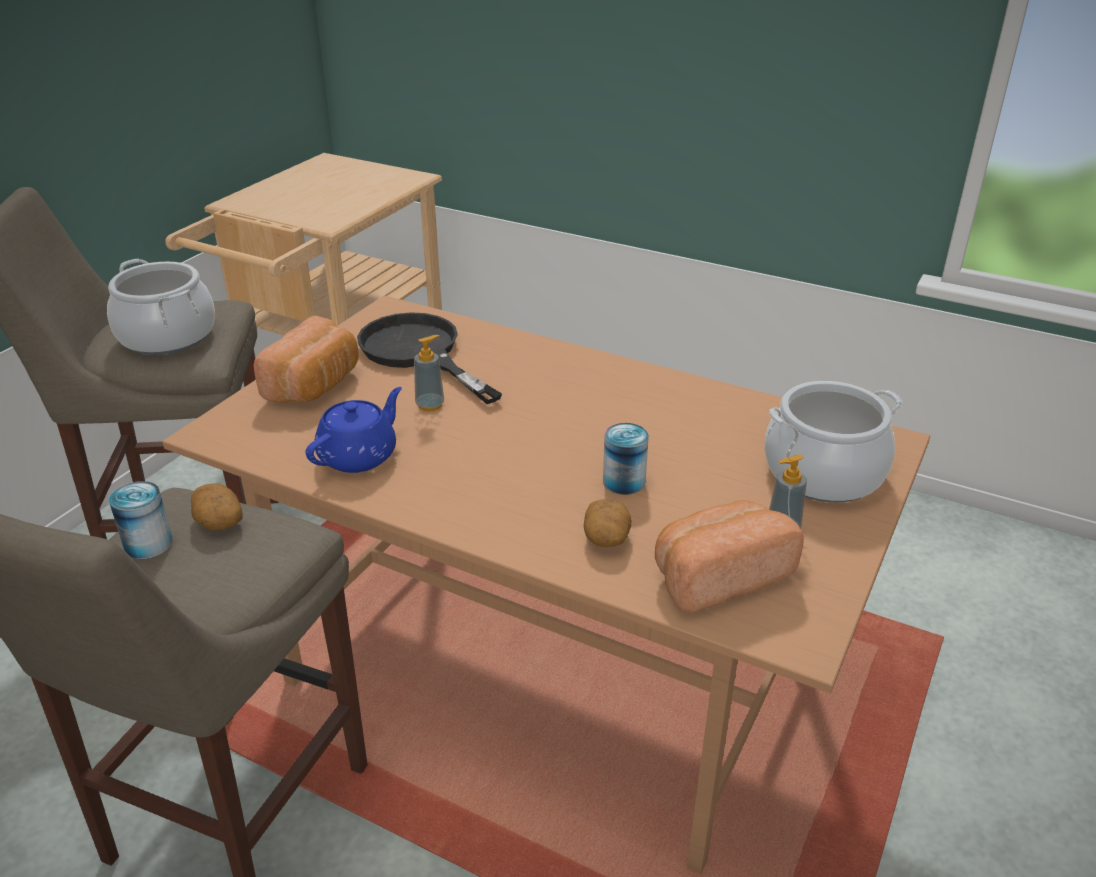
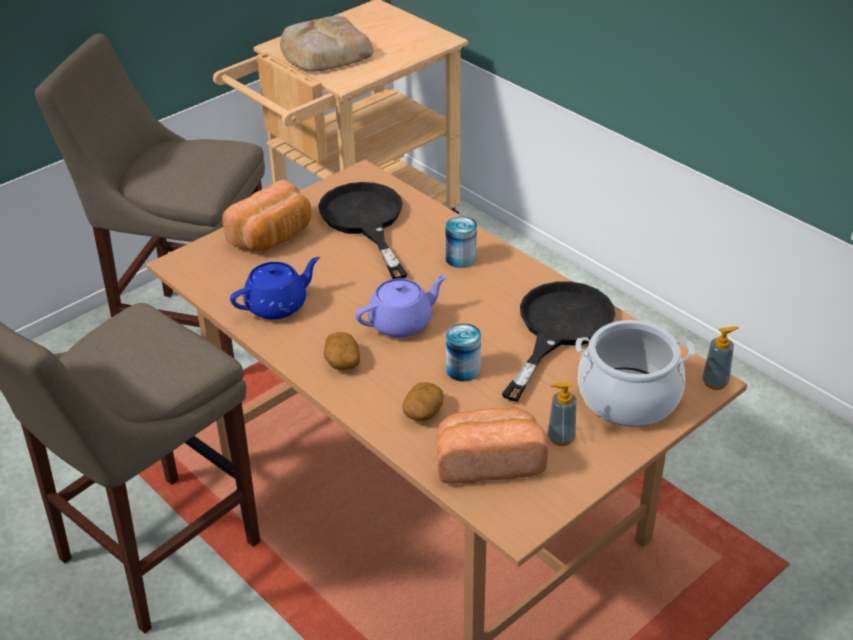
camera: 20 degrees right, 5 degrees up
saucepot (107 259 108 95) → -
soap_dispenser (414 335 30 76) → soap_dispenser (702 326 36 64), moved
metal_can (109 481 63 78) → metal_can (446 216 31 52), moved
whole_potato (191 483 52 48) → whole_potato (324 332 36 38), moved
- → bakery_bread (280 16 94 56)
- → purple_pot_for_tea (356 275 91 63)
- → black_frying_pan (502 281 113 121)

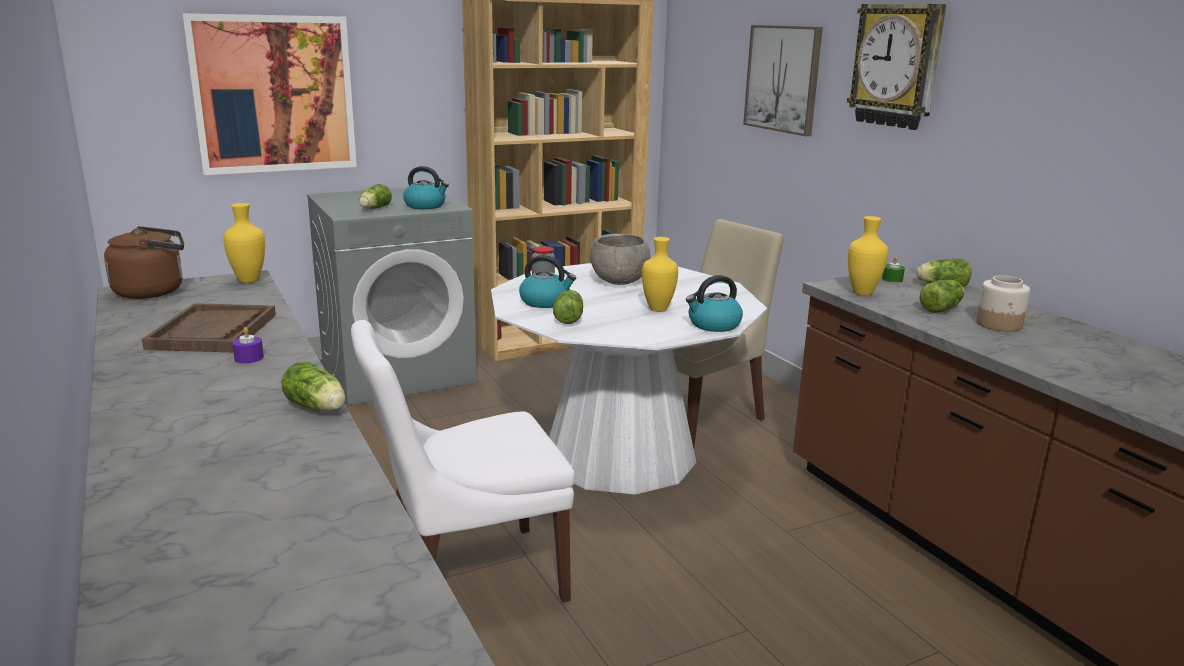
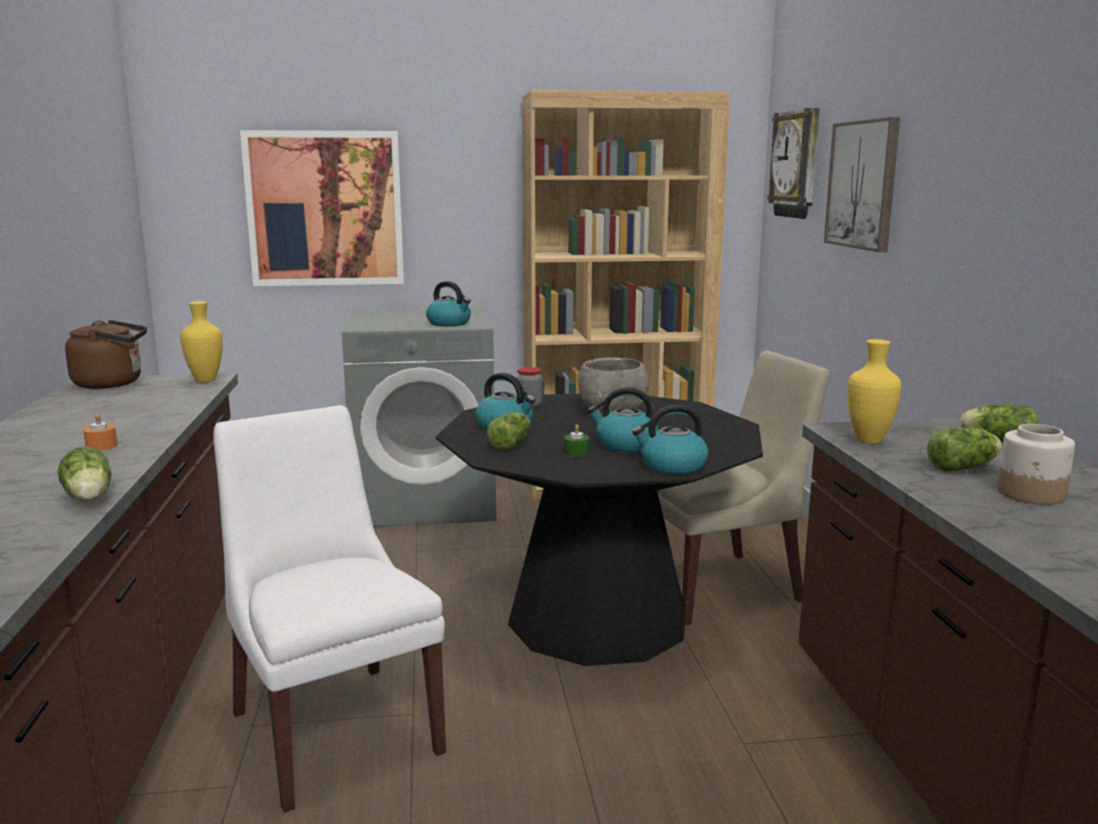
camera: 20 degrees right, 5 degrees down
wall_clock (847 4 99 126) → wall_clock (767 108 53 111), moved
lettuce (359 184 33 25) → -
yellow_flower_vase (642 237 36 75) → tea_kettle (587 387 71 65)
green-coloured_candle (882 256 23 27) → green-coloured_candle (564 424 25 33), moved
white_kitchen_table (491 263 276 232) → black_kitchen_table (436 393 327 273)
brownish_carrying_tray (142 303 134 49) → -
white_upright_chair (351 320 224 283) → white_upright_chair (213 405 233 408), 60 degrees clockwise
purple_candle (232 327 32 36) → orange_candle (83 413 34 38)

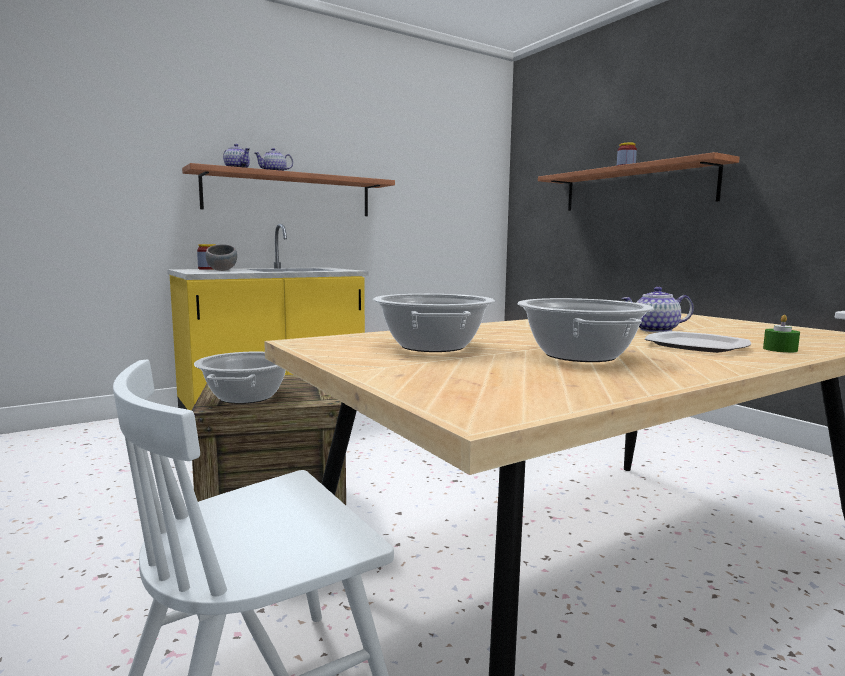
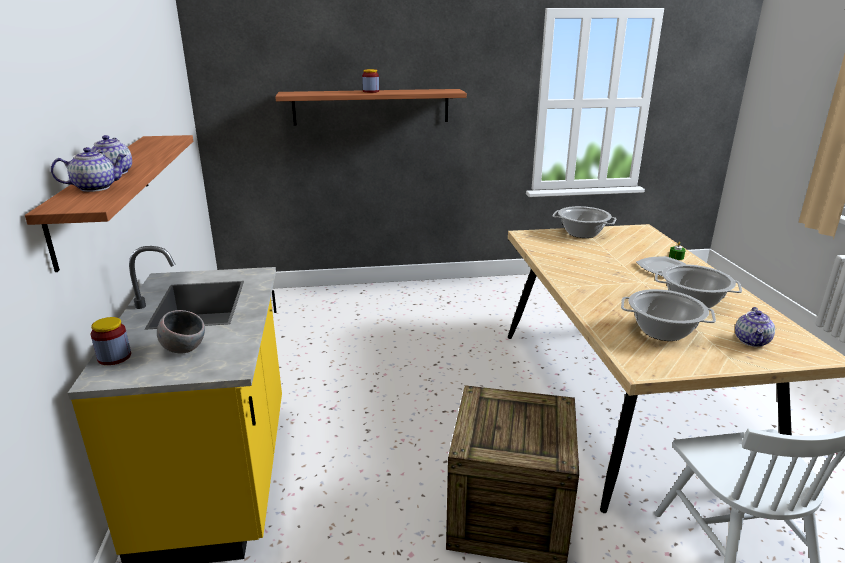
camera: 65 degrees left, 15 degrees up
pot_for_tea (621 287 73 45) → pot_for_tea (735 307 40 40), moved
saucepot (194 351 92 53) → saucepot (553 206 63 32), moved

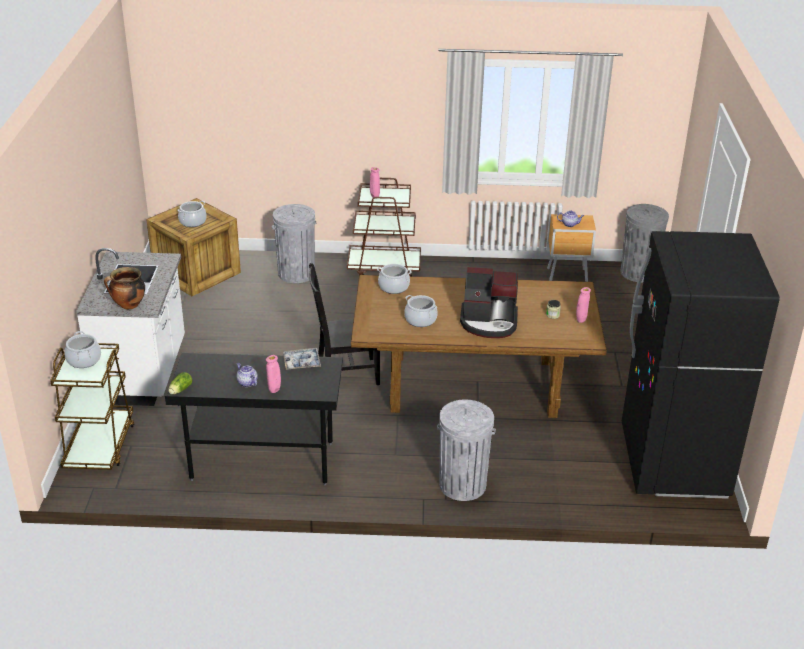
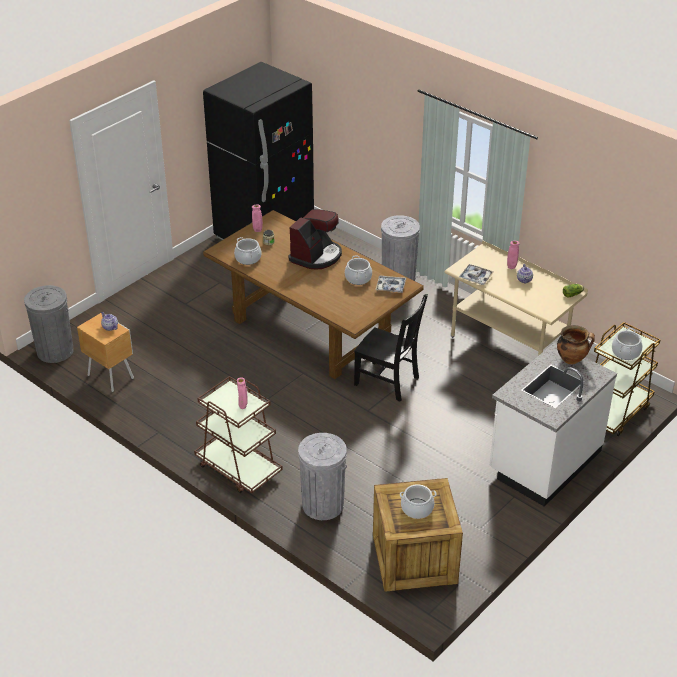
camera: 140 degrees left, 5 degrees up
saucepot (377 264 35 30) → saucepot (234 237 27 28), moved
coffee_machine (460 267 58 71) → coffee_machine (288 209 54 61), 75 degrees clockwise
black_desk_unit (165 352 178 134) → sand-coloured_desk_unit (444 240 144 116)
- → carrying_tray (375 276 31 17)

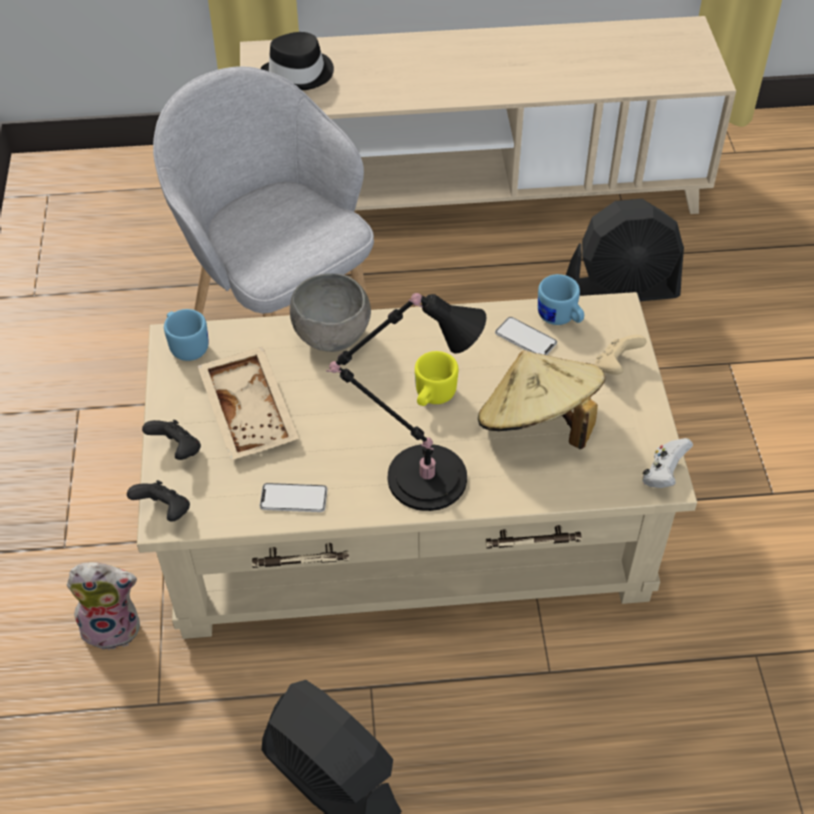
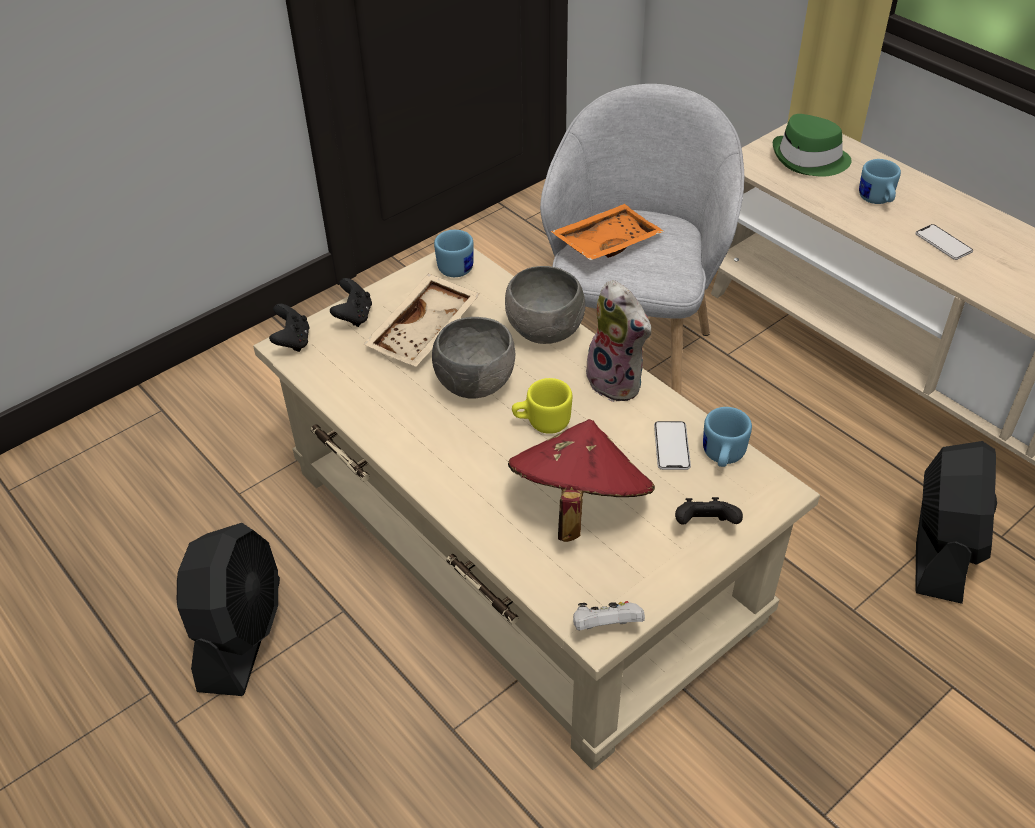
camera: 55 degrees right, 5 degrees down
black_clothing_hat (261 32 73 58) → green-coloured_clothing_hat (773 114 79 63)
black_cooling_fan (566 199 118 102) → black_cooling_fan (915 441 82 163), 120 degrees counterclockwise
black_tabletop_lamp (326 293 161 218) → -
sand-coloured_joypad (595 335 52 40) → black_joypad (675 497 68 28)
sand-coloured_clothing_hat (478 350 127 99) → reddish_clothing_hat (508 419 147 123)
handset (260 483 68 29) → handset (915 224 58 36), moved
cuddly_toy (67 562 73 88) → cuddly_toy (586 280 65 122), moved
- → blue-coloured_mug (859 159 42 45)
- → orange_carrying_tray (550 204 115 56)
- → grey_deep_dish (432 317 83 82)

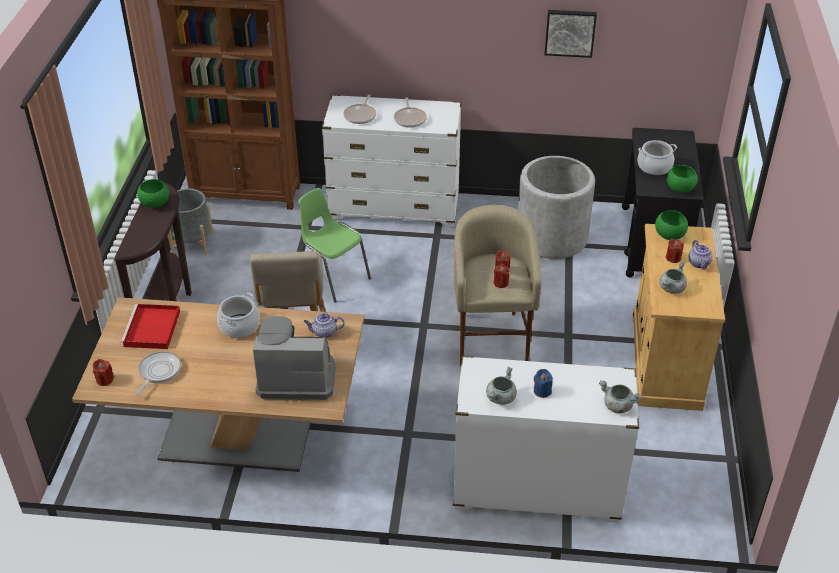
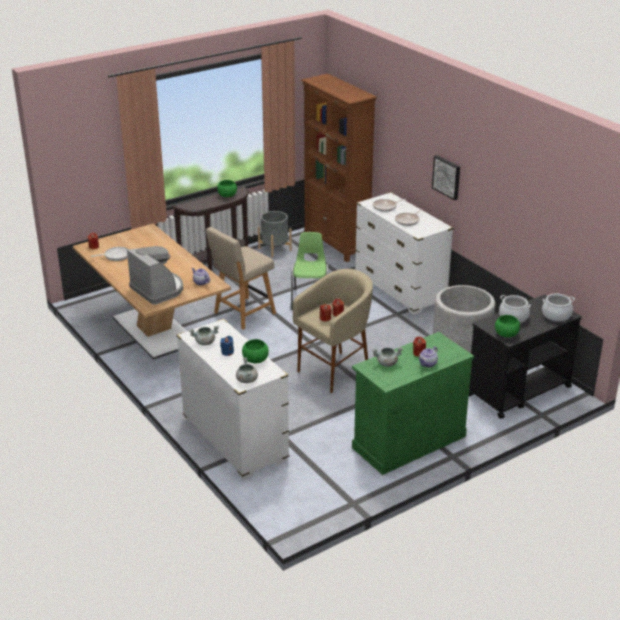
camera: 50 degrees right, 10 degrees down
wall_picture (545 10 52 48) → wall_picture (432 155 28 45), moved
green-coloured_deep_dish (655 210 33 30) → green-coloured_deep_dish (242 339 27 24), moved
sand-coloured_cabinet (633 224 92 187) → green-coloured_cabinet (352 332 122 143)
saucepot (217 292 43 46) → saucepot (542 294 33 28), moved
reddish_carrying_tray (121 304 59 45) → -

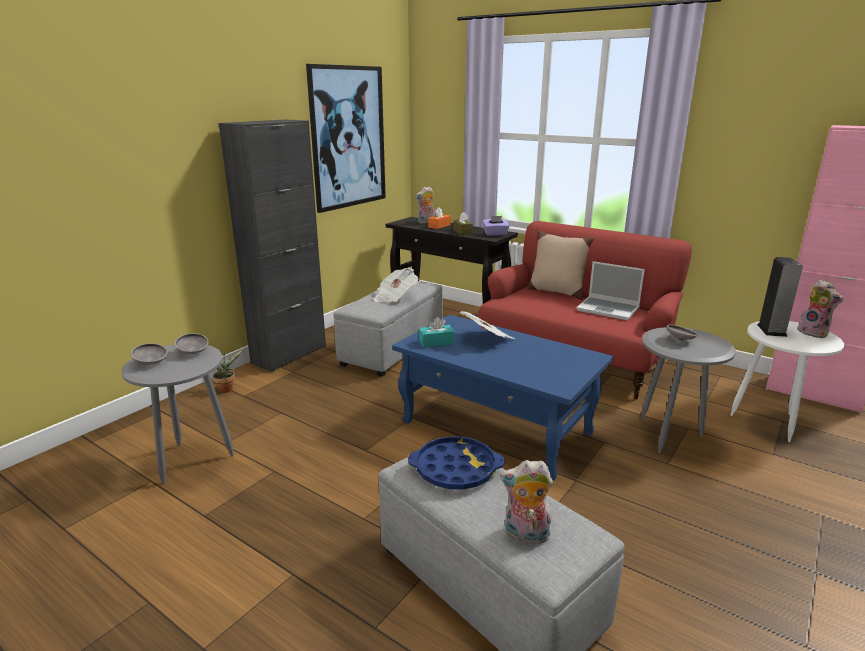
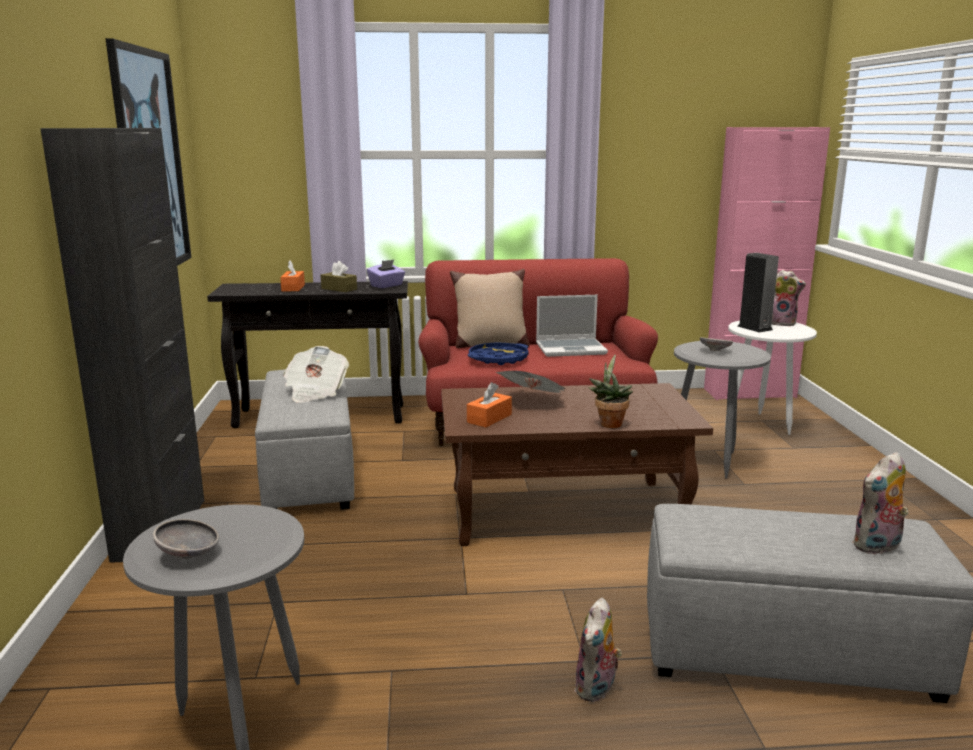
camera: 40 degrees left, 5 degrees down
cuddly_toy (415 186 20 38) → cuddly_toy (575 598 47 104), moved
blue-coloured_coffee_table (392 315 222 166) → brownish_coffee_table (441 383 272 163)
turquoise_box_of_tissues (419 317 36 30) → orange_box_of_tissues (467 382 45 45)
grey_deep_dish (174 333 35 21) → -
houseplant (213 349 31 44) → houseplant (588 355 45 73), moved
blue-coloured_carrying_tray (408 436 96 53) → blue-coloured_carrying_tray (468 343 60 22), moved

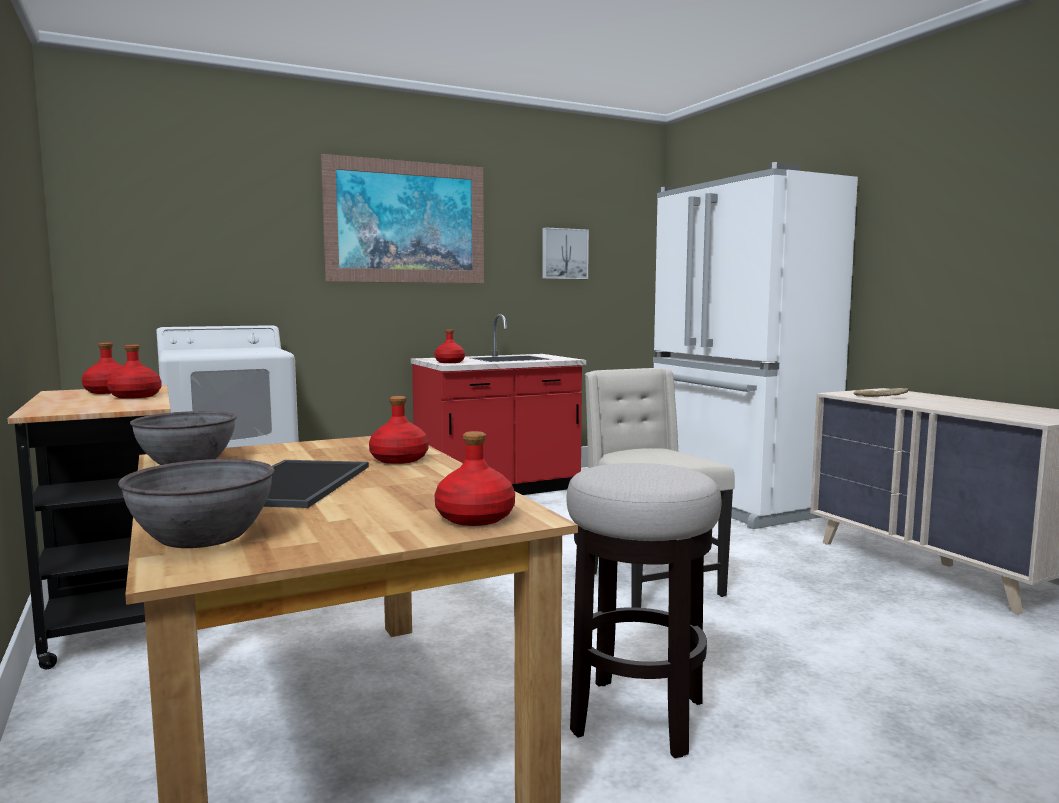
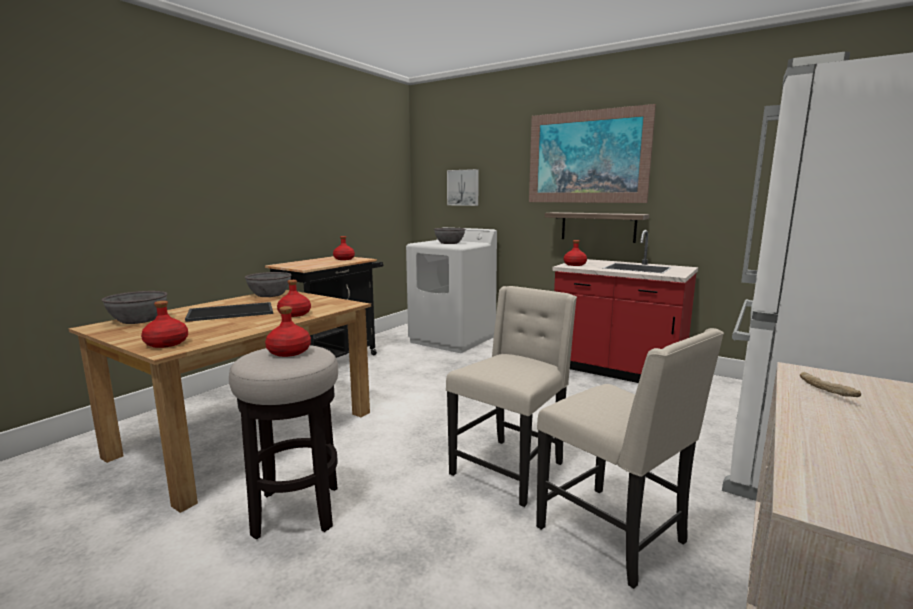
camera: 60 degrees right, 5 degrees up
wall_picture (542 227 47 52) → wall_picture (447 169 32 37), moved
reddish_drink_bottle (107 344 55 55) → reddish_drink_bottle (265 306 46 51), moved
- → wall_shelf (545 212 104 31)
- → grey_deep_dish (434 228 32 16)
- → sand-coloured_upright_chair (536 328 188 261)

